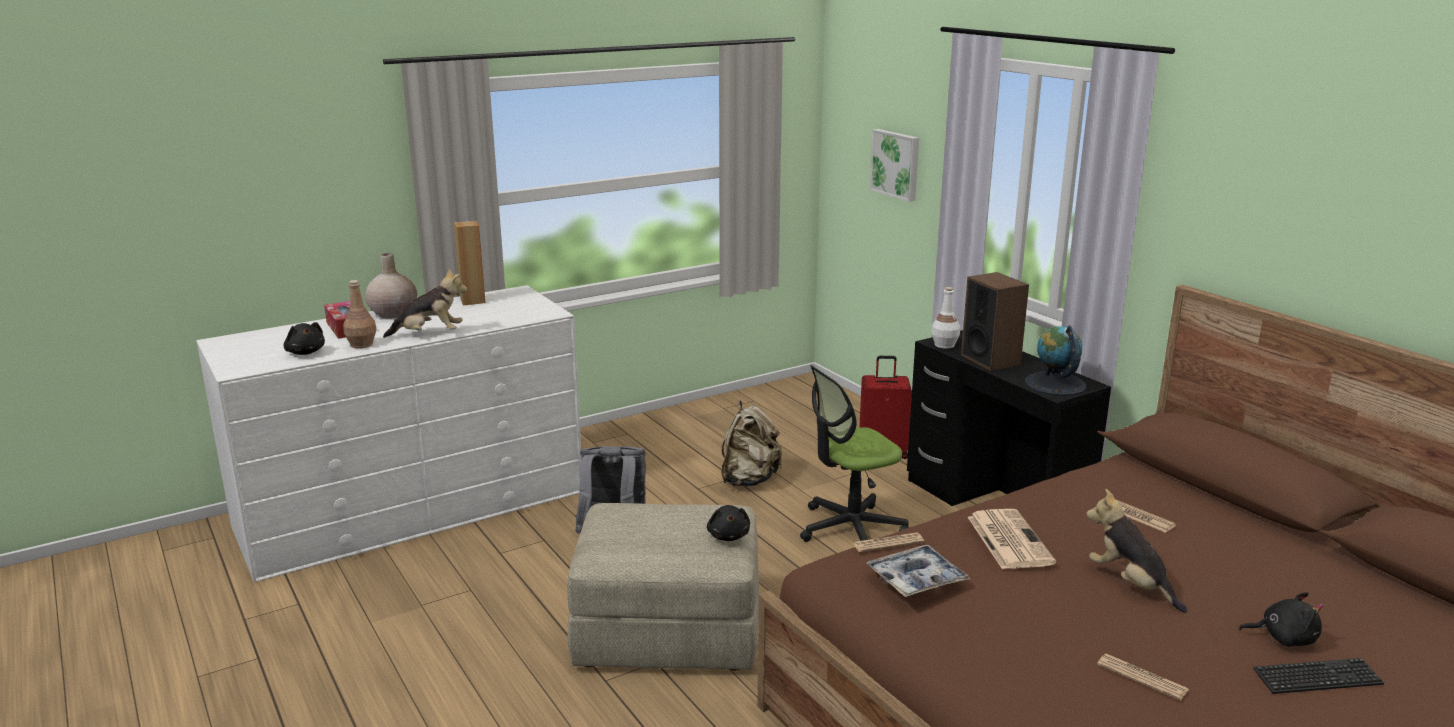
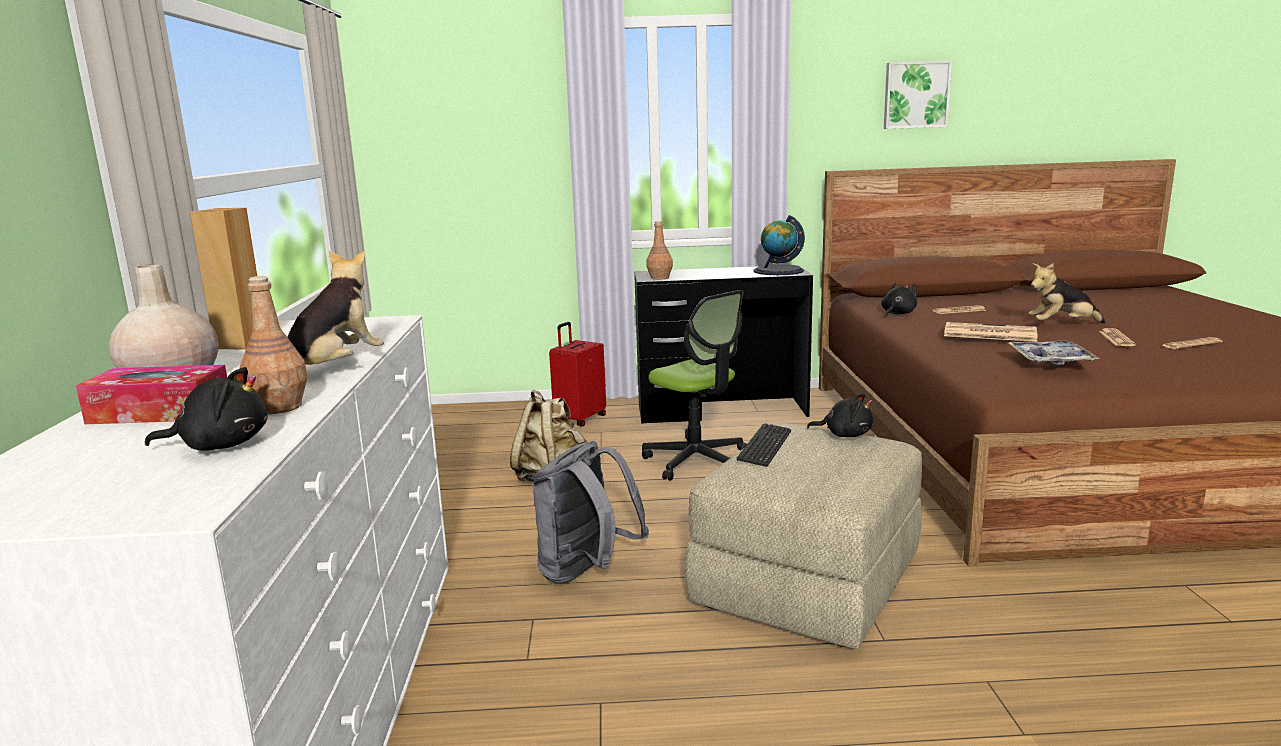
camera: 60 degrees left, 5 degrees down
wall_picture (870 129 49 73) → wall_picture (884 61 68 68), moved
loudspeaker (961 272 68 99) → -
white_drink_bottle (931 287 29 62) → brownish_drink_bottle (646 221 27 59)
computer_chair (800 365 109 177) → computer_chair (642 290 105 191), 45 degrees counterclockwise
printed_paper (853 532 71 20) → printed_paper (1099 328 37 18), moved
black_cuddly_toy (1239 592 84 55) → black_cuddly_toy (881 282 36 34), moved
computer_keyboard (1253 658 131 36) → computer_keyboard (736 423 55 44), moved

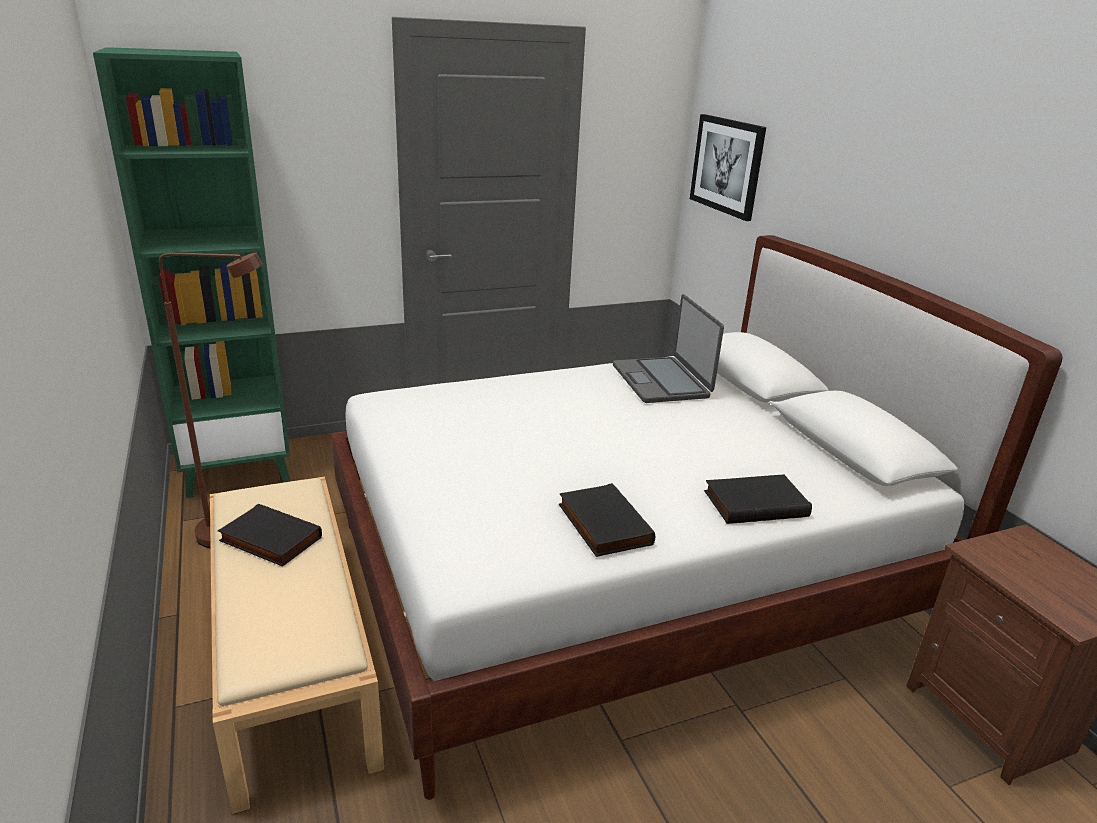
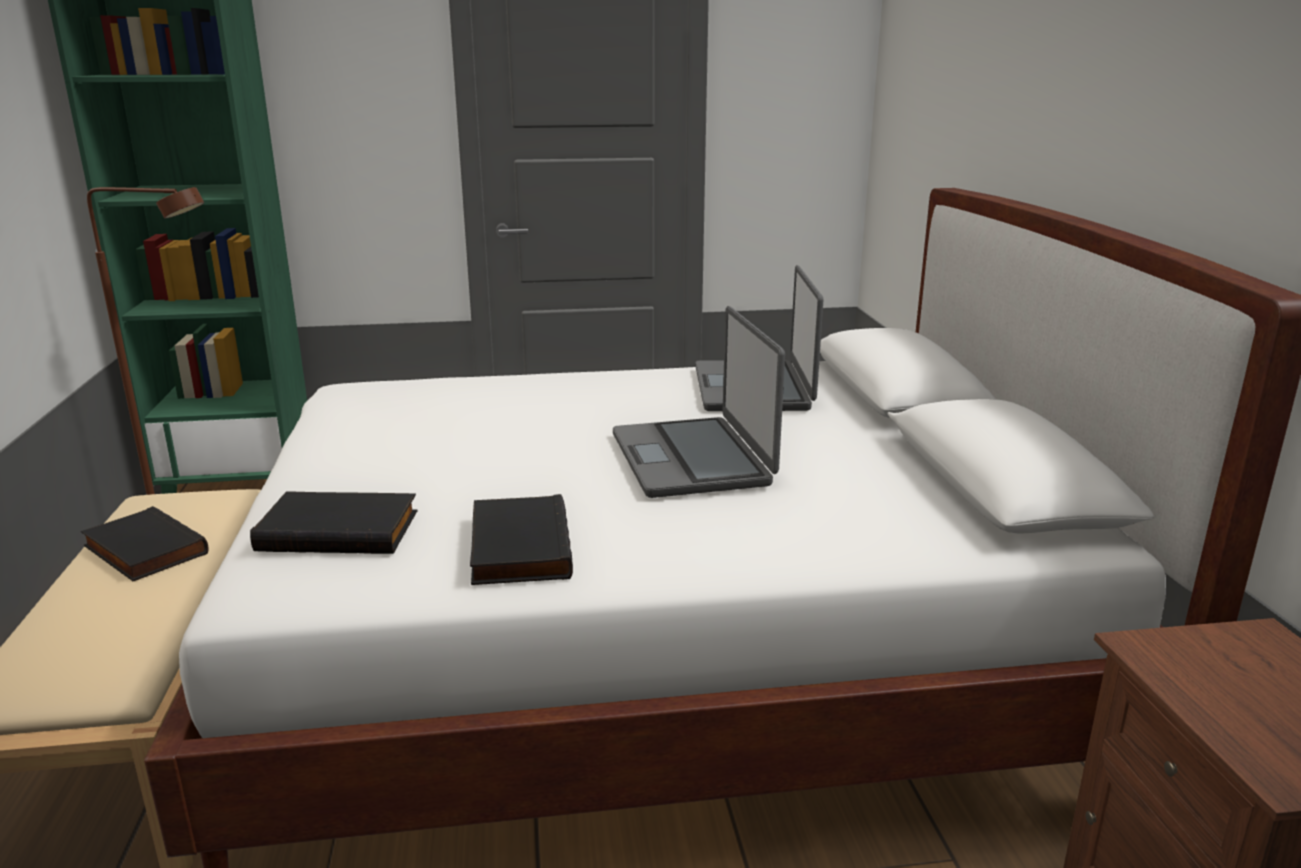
camera: 15 degrees right, 5 degrees down
wall_picture (690 114 76 107) → -
black_book (704 474 108 50) → black_book (250 491 167 63), moved
- → notebook_computer (613 306 172 192)

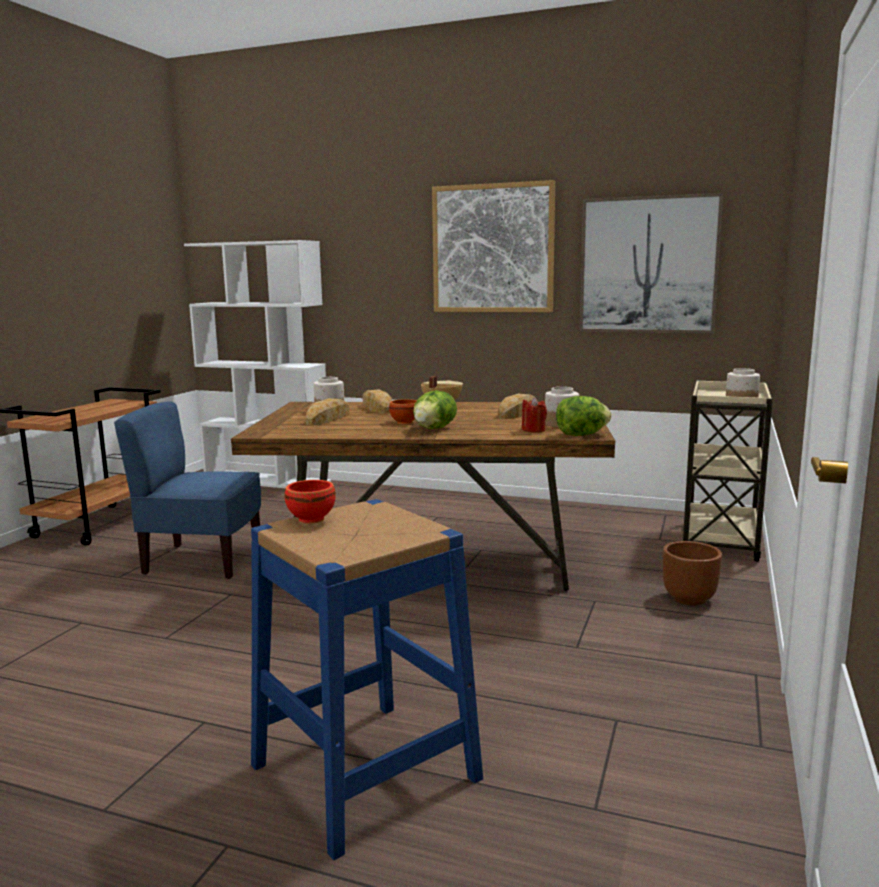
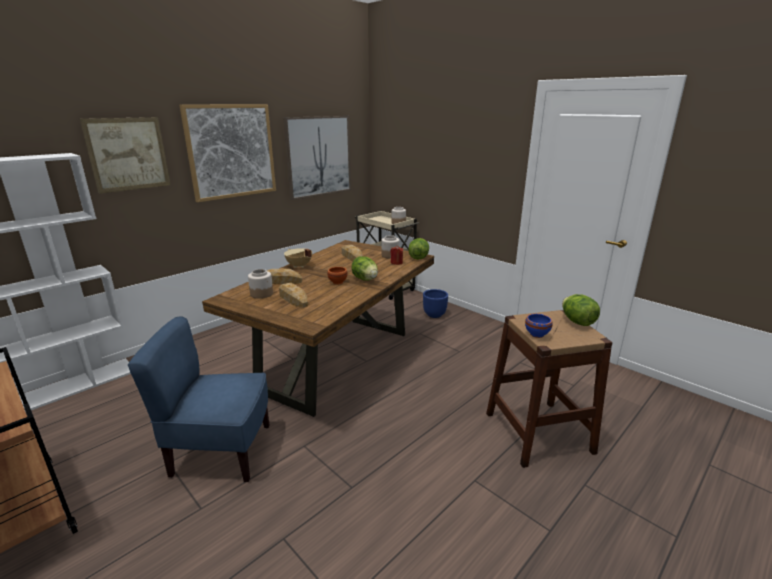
camera: 65 degrees left, 10 degrees up
blue-coloured_upright_chair (114 401 147 178) → blue-coloured_upright_chair (128 317 141 165), 60 degrees clockwise
reddish_deep_dish (284 480 52 44) → blue-coloured_deep_dish (525 314 27 24)
blue-coloured_sitting_stool (251 499 232 361) → brownish_sitting_stool (486 310 126 158)
brownish_planter (663 541 59 64) → blue-coloured_planter (423 289 25 29)
- → wall_picture (80 117 91 77)
- → lettuce (562 294 38 32)

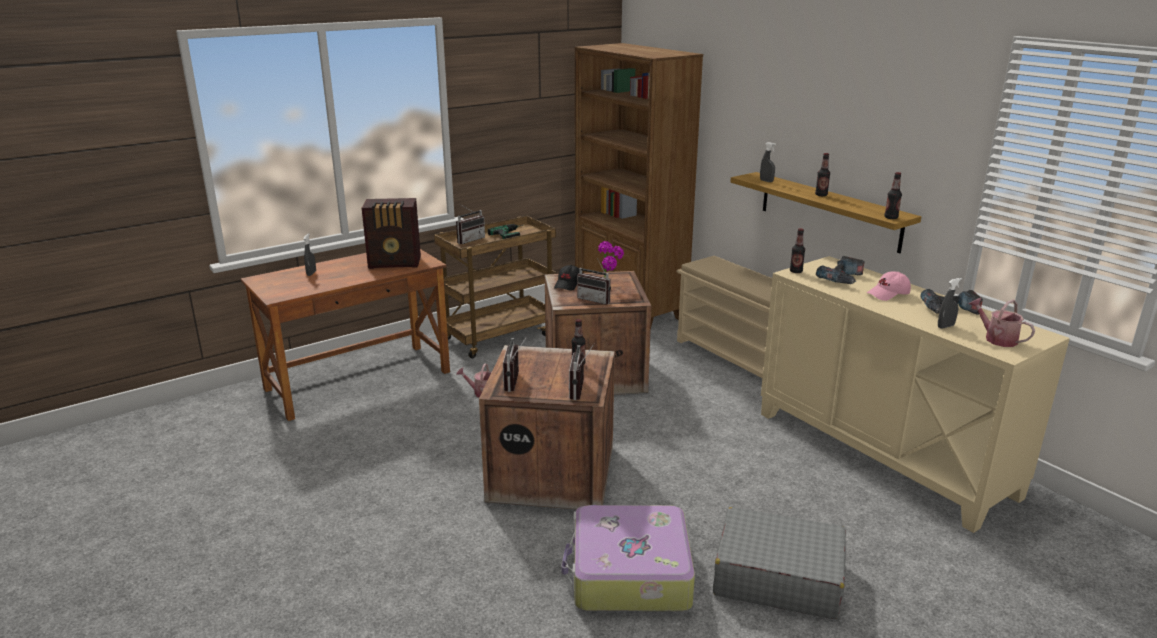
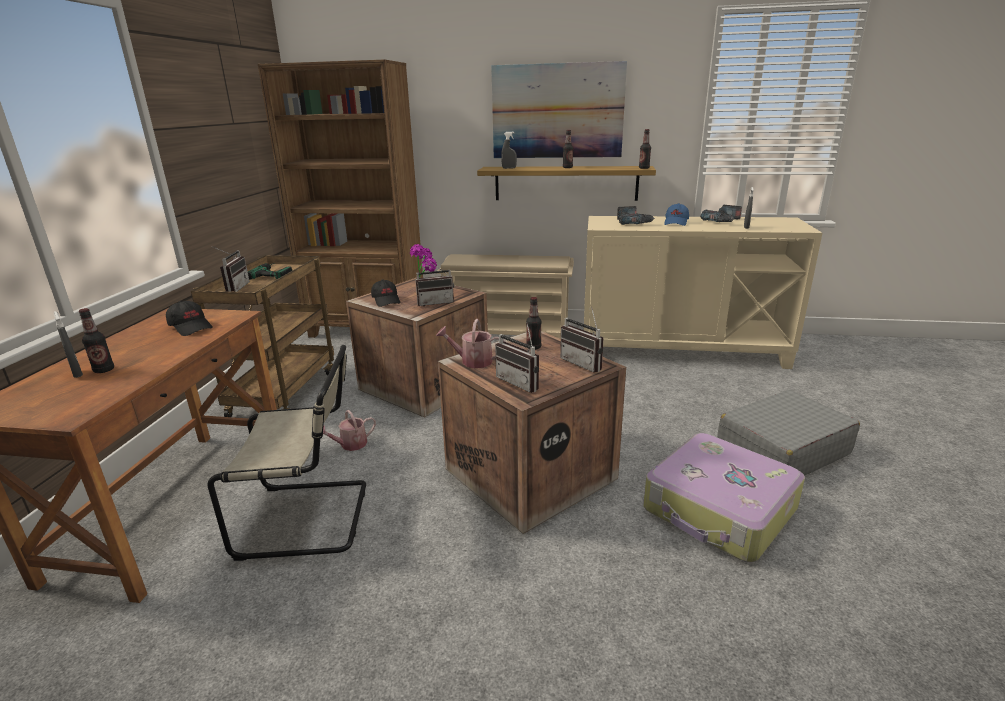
camera: 45 degrees left, 0 degrees up
radio (362 198 59 71) → black_peaked_cap (166 301 47 35)
drink_bottle (790 228 15 45) → drink_bottle (79 308 35 65), moved
pink_peaked_cap (867 271 44 30) → blue-coloured_peaked_cap (664 203 25 23)
watering_can (969 298 66 49) → watering_can (436 319 70 49), moved
- → wall_picture (491 61 136 97)
- → sand-coloured_upright_chair (208 345 158 216)

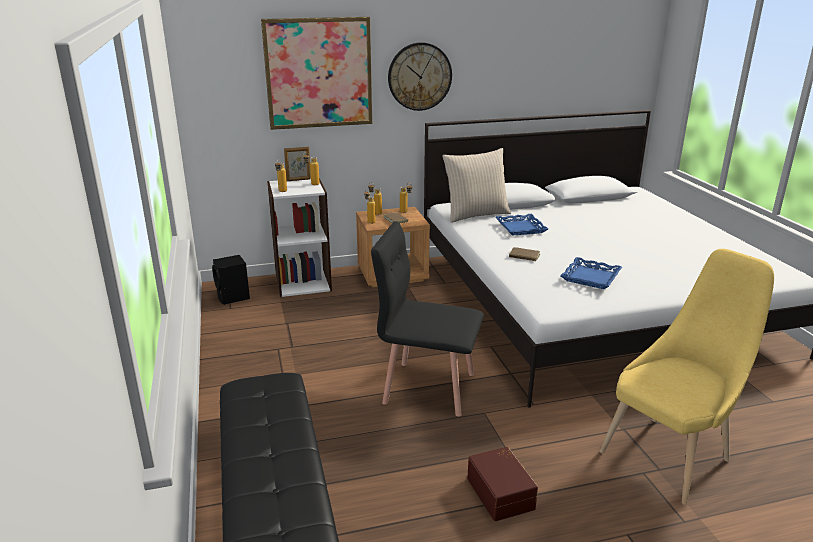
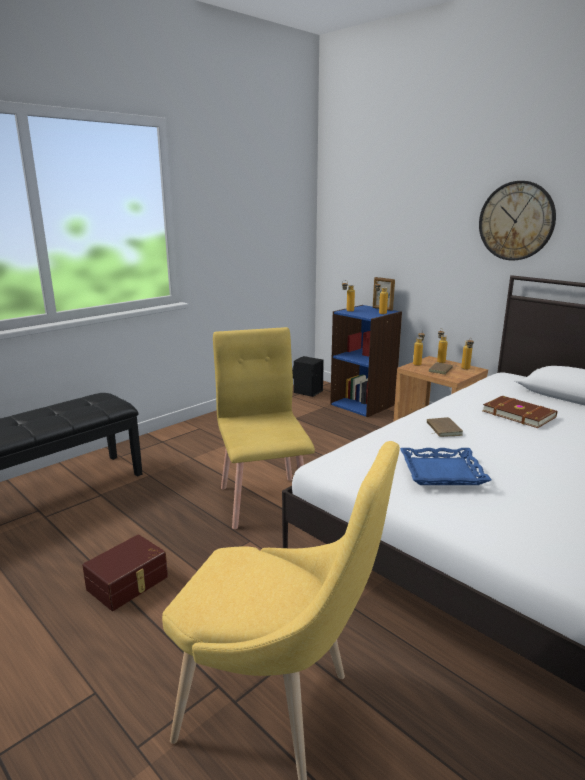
camera: 60 degrees right, 5 degrees down
wall_picture (261 17 111 113) → -
sand-coloured_pillow (442 148 69 75) → -
white_bookcase (267 178 65 119) → blue-coloured_bookcase (330 305 72 112)
blue-coloured_carrying_tray (496 214 52 22) → brownish_book (483 396 74 32)
black_upright_chair (371 221 113 196) → yellow_upright_chair (213 327 102 202)

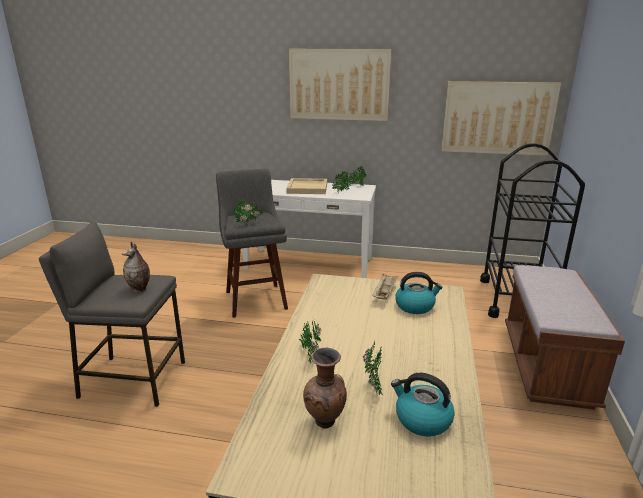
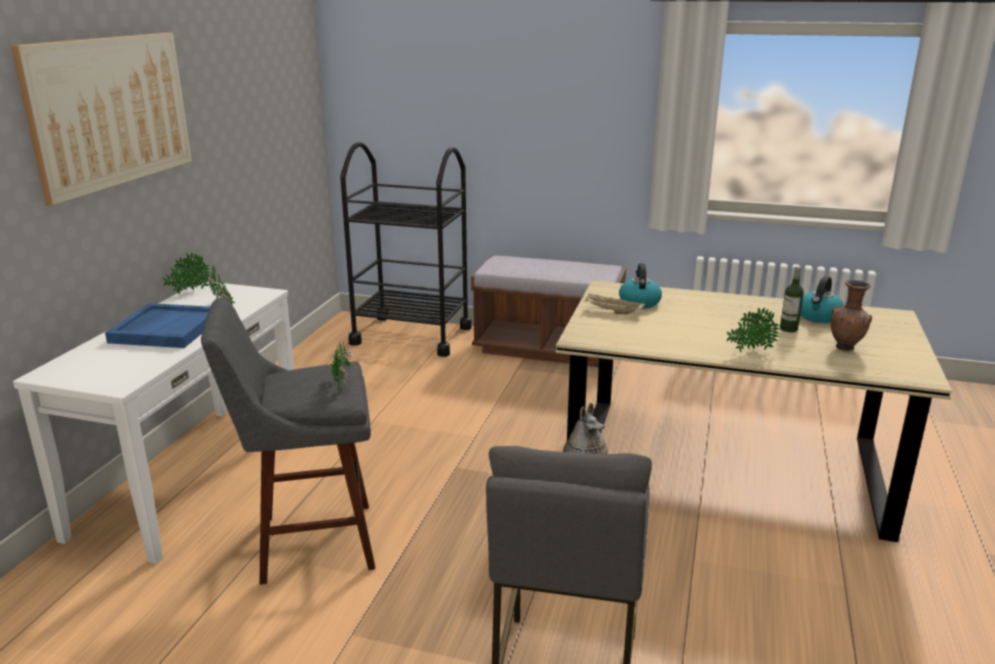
camera: 85 degrees left, 0 degrees up
wall_picture (441 81 120 75) → -
sand-coloured_carrying_tray (286 178 41 16) → blue-coloured_carrying_tray (105 303 105 45)
houseplant (363 342 20 54) → drink_bottle (780 266 24 66)

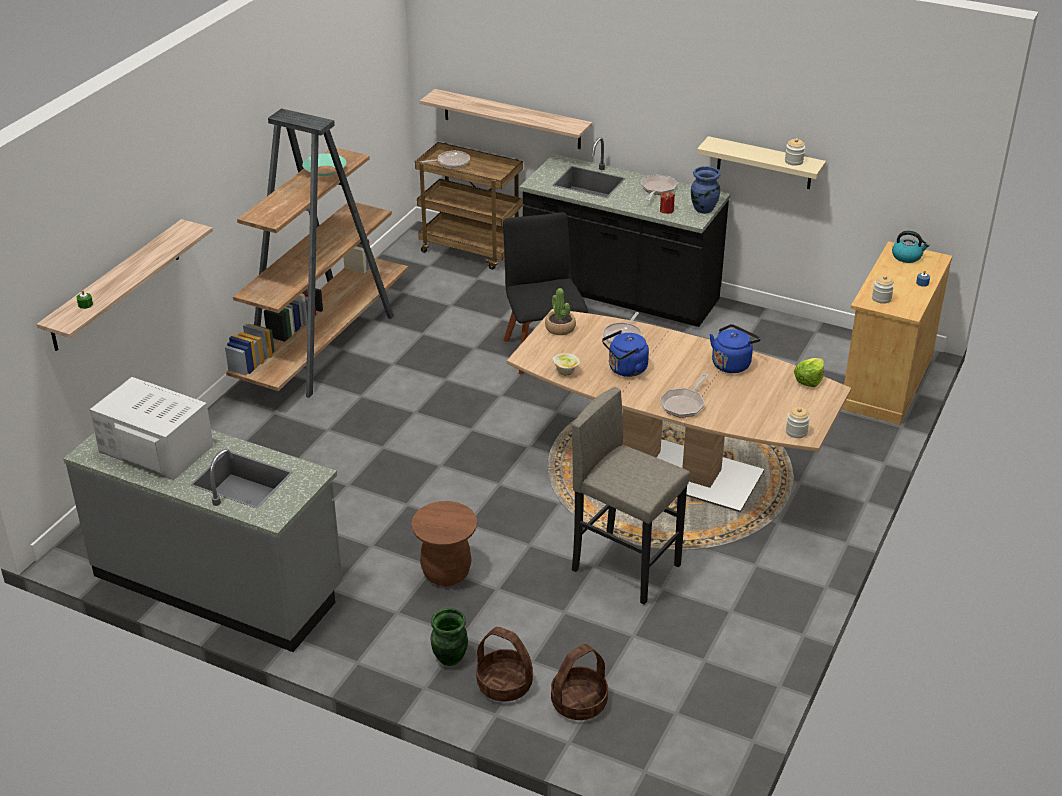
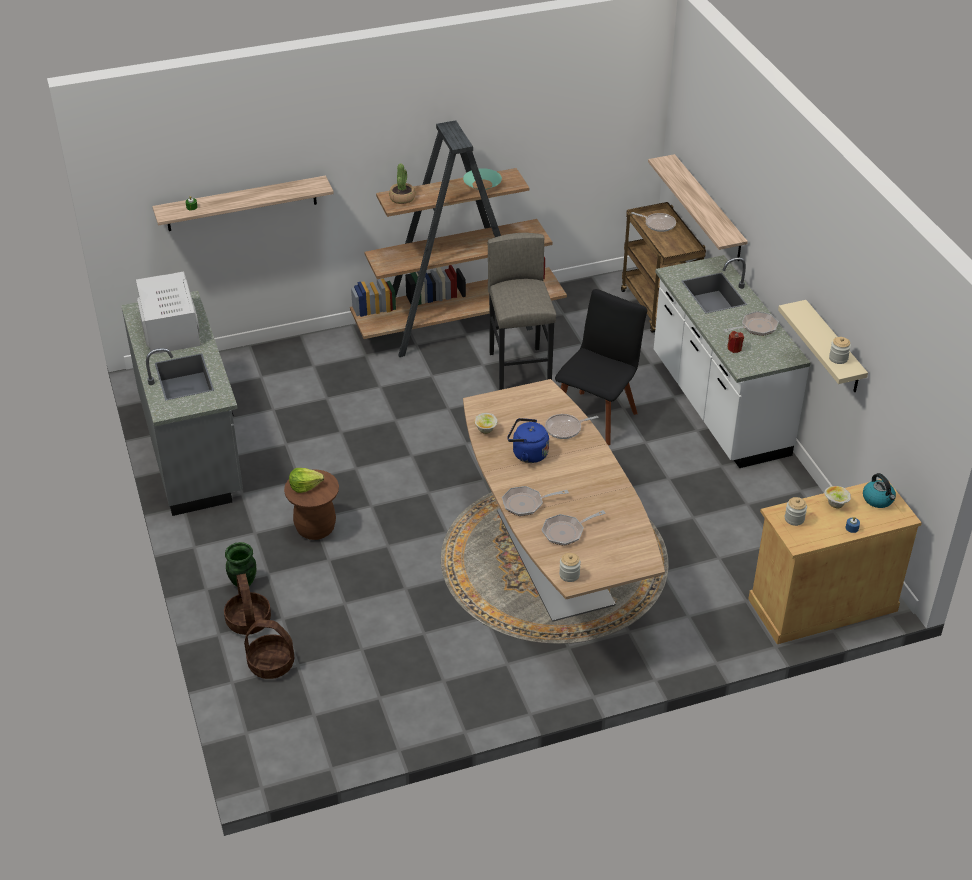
camera: 45 degrees right, 5 degrees up
black_counter (519 137 212 190) → white_counter (654 255 157 213)
blue-coloured_flower_vase (691 166 29 48) → -
houseplant (545 288 31 47) → houseplant (389 164 26 40), moved
blue-coloured_tea_kettle (710 324 51 49) → -
lettuce (794 358 30 29) → lettuce (289 468 35 25), moved
grey_sitting_stool (572 387 118 218) → grey_sitting_stool (488 233 68 157), moved
- → deep_dish (824 486 27 22)
- → frying_pan (542 510 63 36)

